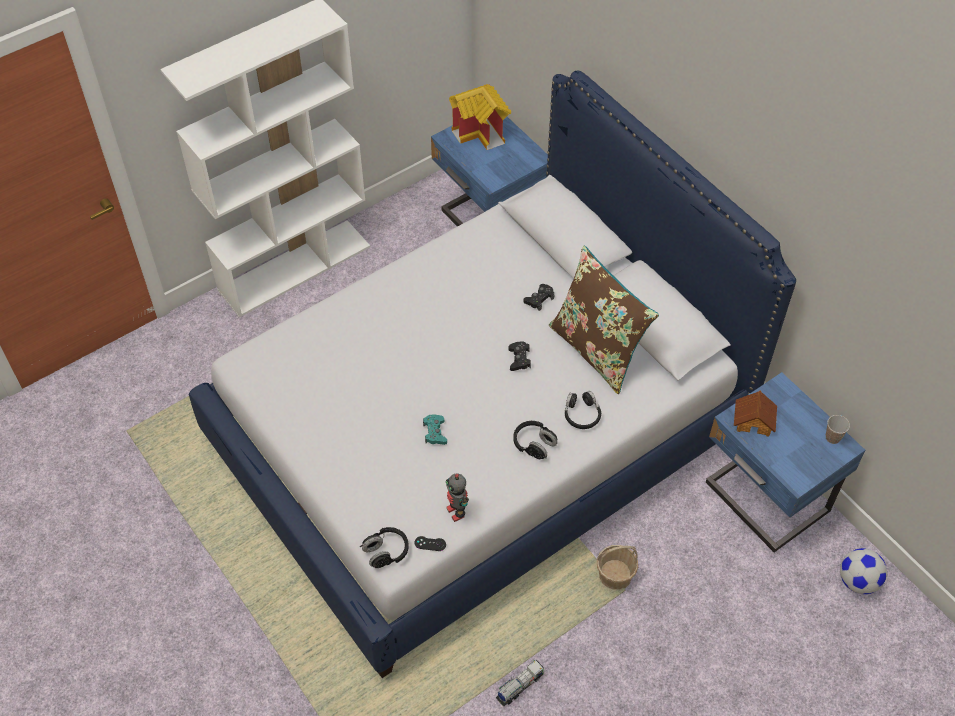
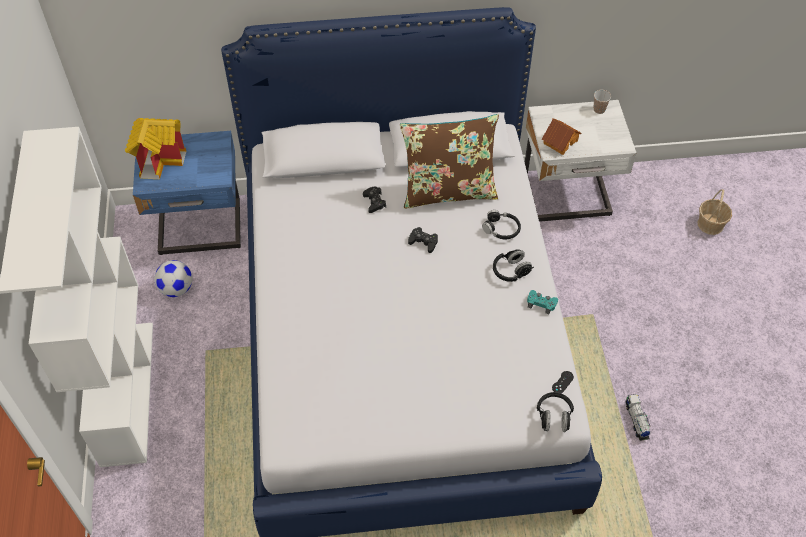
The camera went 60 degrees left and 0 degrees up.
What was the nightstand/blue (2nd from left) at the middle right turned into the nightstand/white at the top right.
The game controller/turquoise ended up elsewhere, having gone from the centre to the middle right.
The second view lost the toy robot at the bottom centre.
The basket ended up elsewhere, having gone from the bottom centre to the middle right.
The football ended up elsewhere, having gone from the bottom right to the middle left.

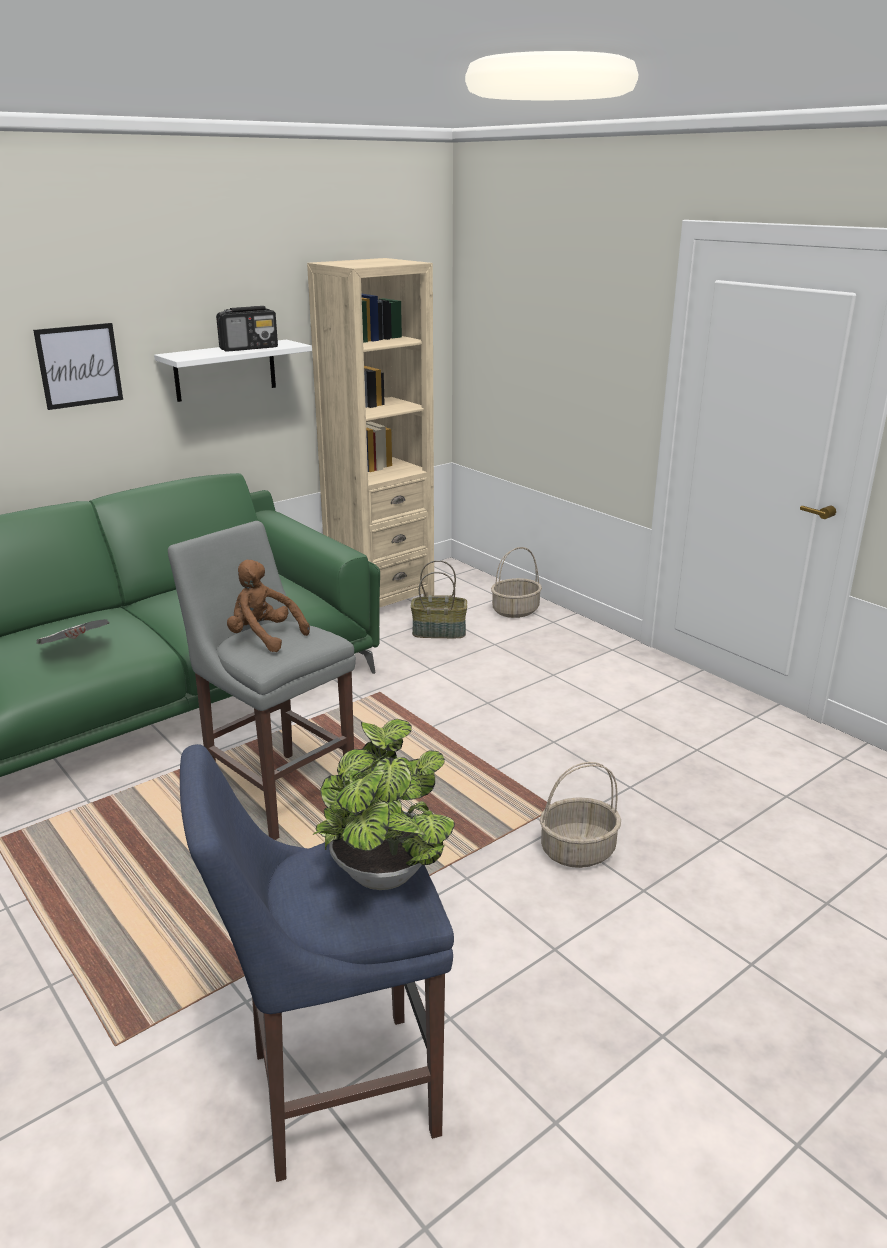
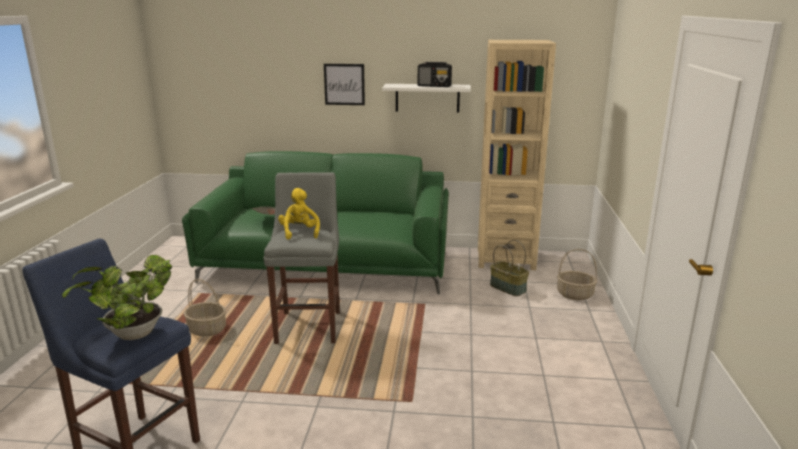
The camera went 45 degrees right and 5 degrees down.
What was the plush toy/brown at the middle left turned into the plush toy/yellow at the centre.
The basket (3rd from left in the first image) ended up elsewhere, having gone from the centre to the bottom left.

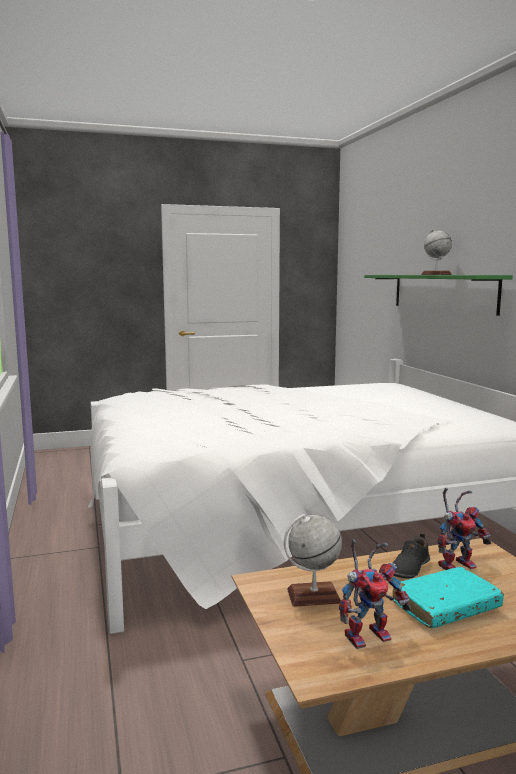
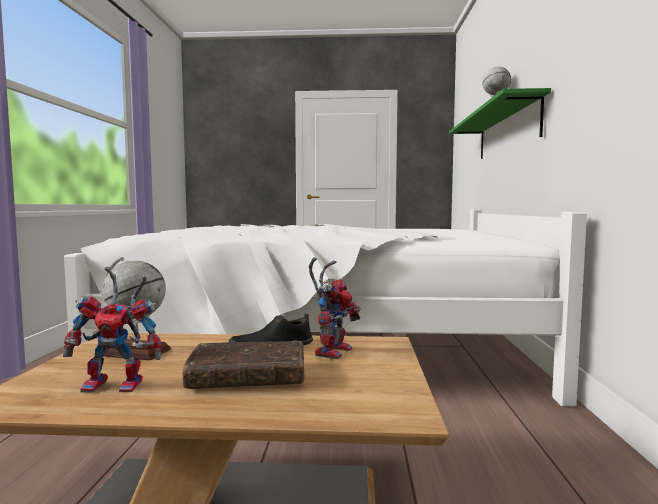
The camera went 20 degrees right and 5 degrees down.
The toy robot (2nd from left) at the bottom right ended up facing another way, 60 degrees counterclockwise from before.
What was the book/turquoise at the bottom right turned into the book/brown at the bottom centre.

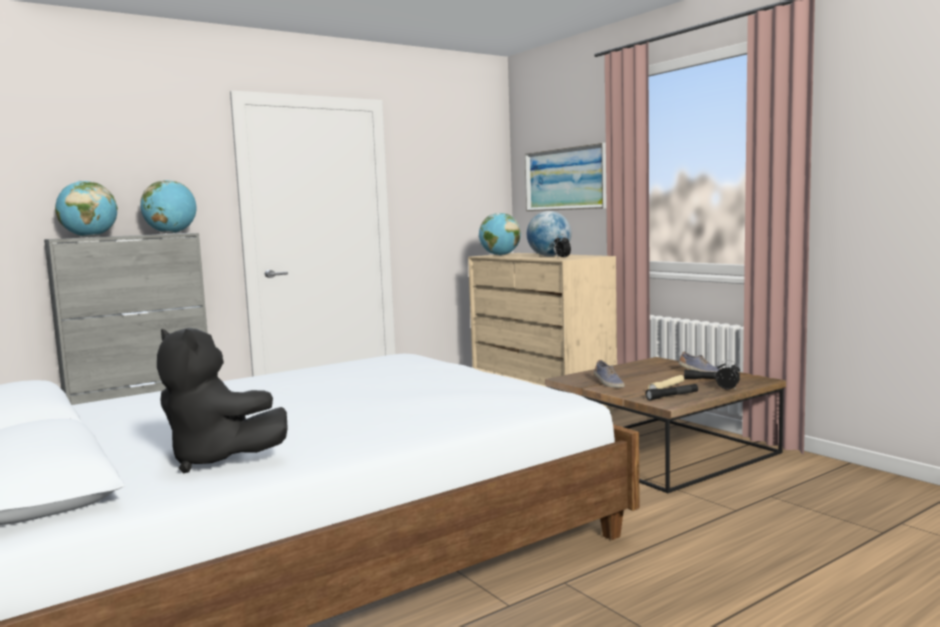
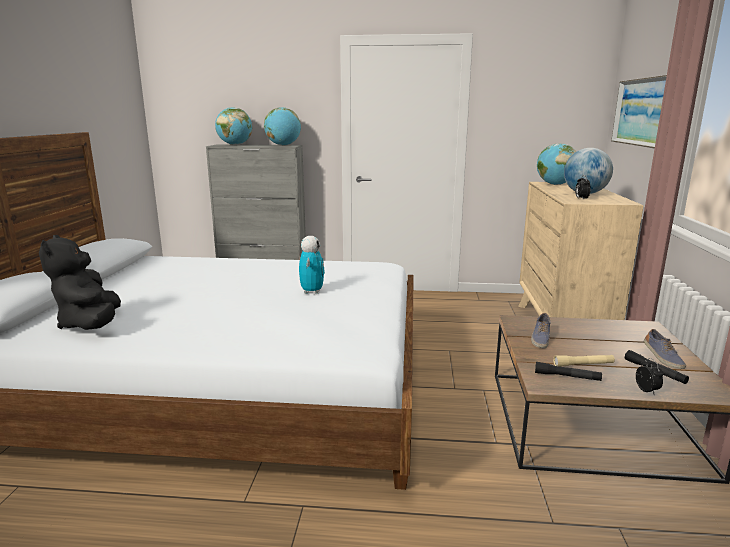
The camera went 40 degrees right and 10 degrees up.
The second view gained the toy robot at the centre.

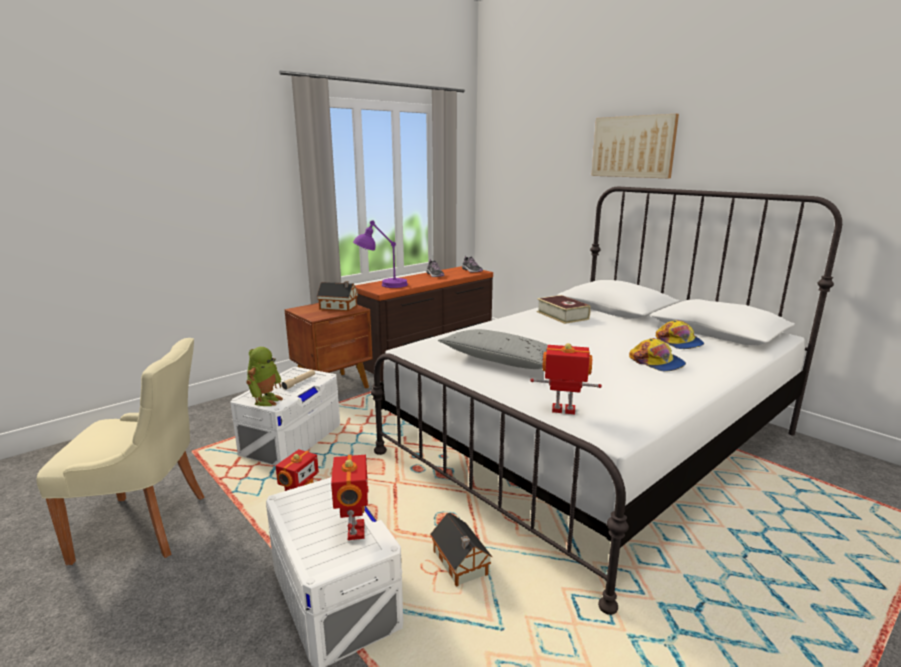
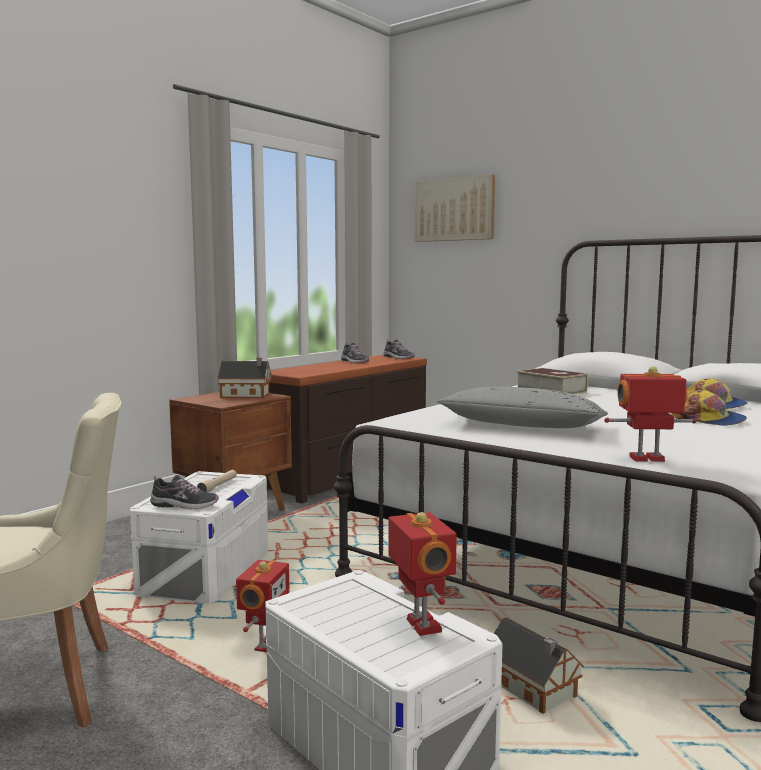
The camera went 10 degrees left and 10 degrees down.
The picture ended up elsewhere, having gone from the top right to the top centre.
The second view lost the table lamp/purple at the centre.
Where the toy robot (1st from left) stood at the middle left, the shoe (1st from left) came to stand at the middle left.

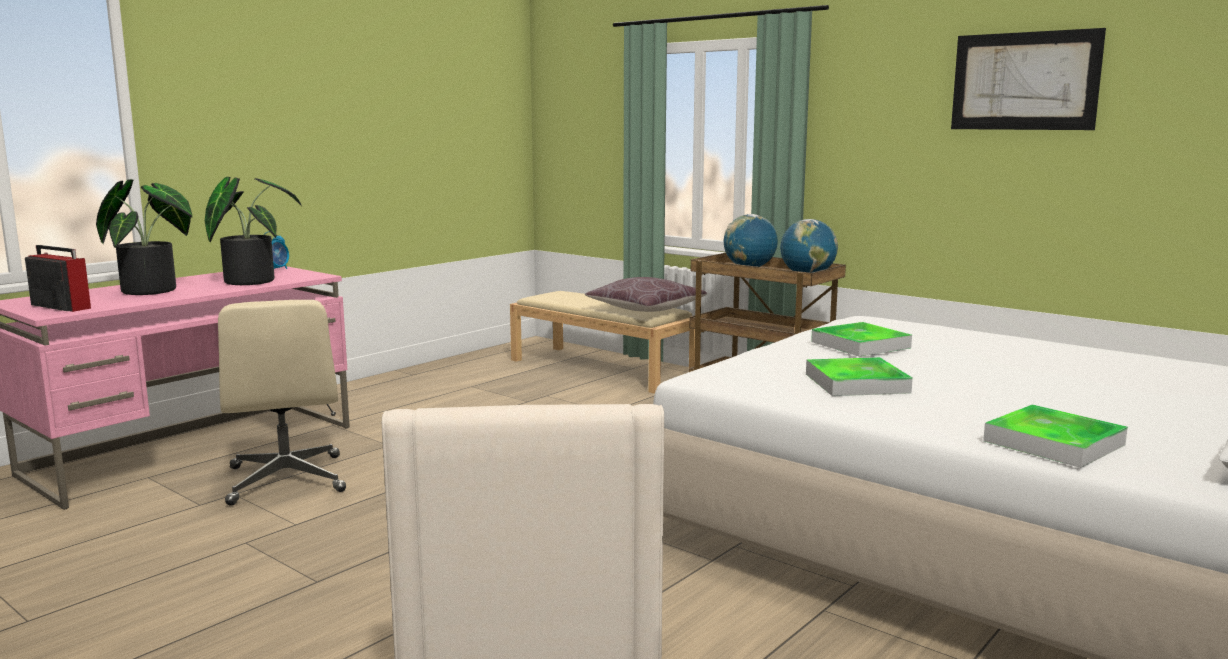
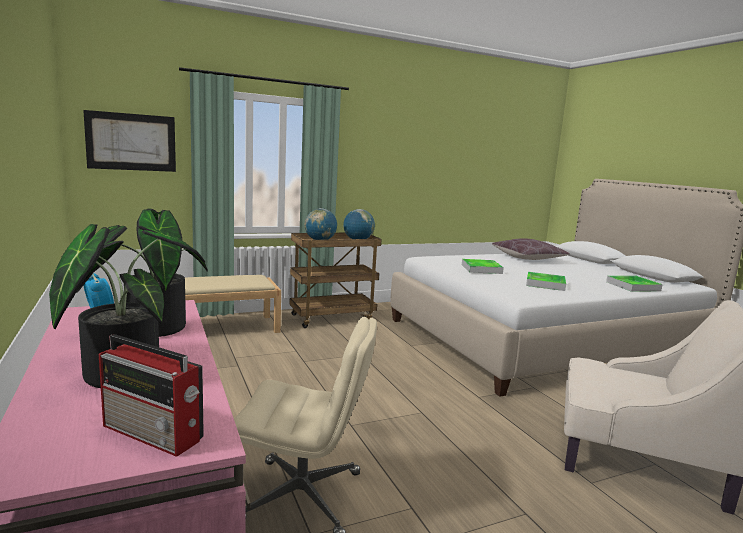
The camera went 65 degrees left and 0 degrees up.
The picture ended up elsewhere, having gone from the top right to the top left.
The radio at the middle left ended up facing another way, 120 degrees counterclockwise from before.
The pillow/brown ended up elsewhere, having gone from the centre to the middle right.

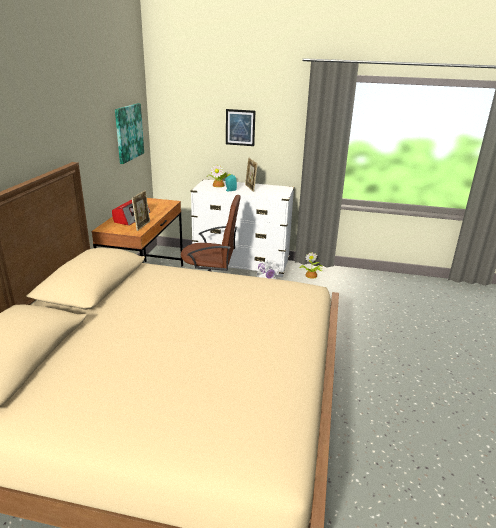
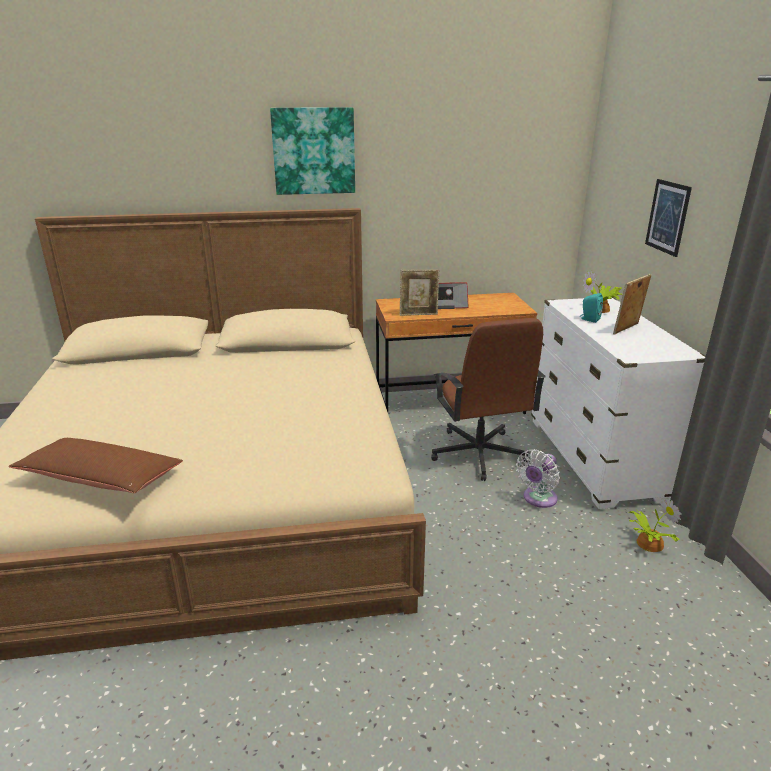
The camera went 70 degrees right and 0 degrees up.
The picture (1st from left) ended up elsewhere, having gone from the top left to the top centre.
The second view gained the pillow/brown at the middle left.

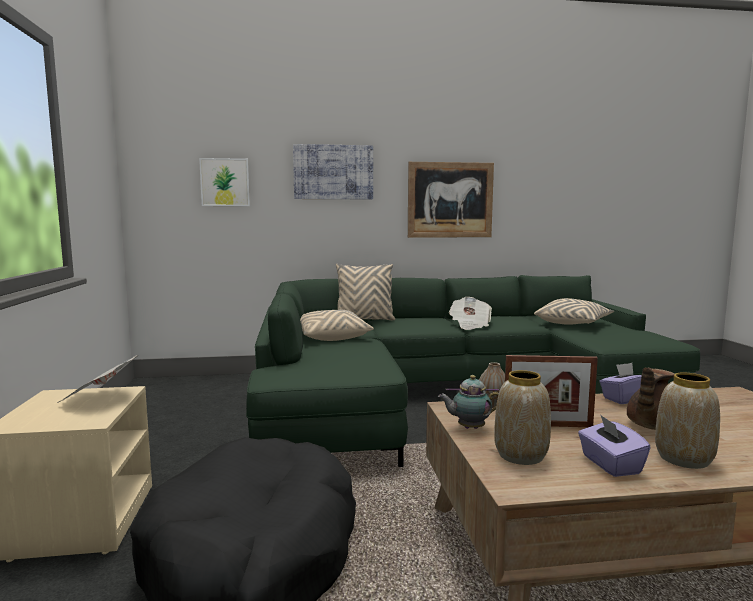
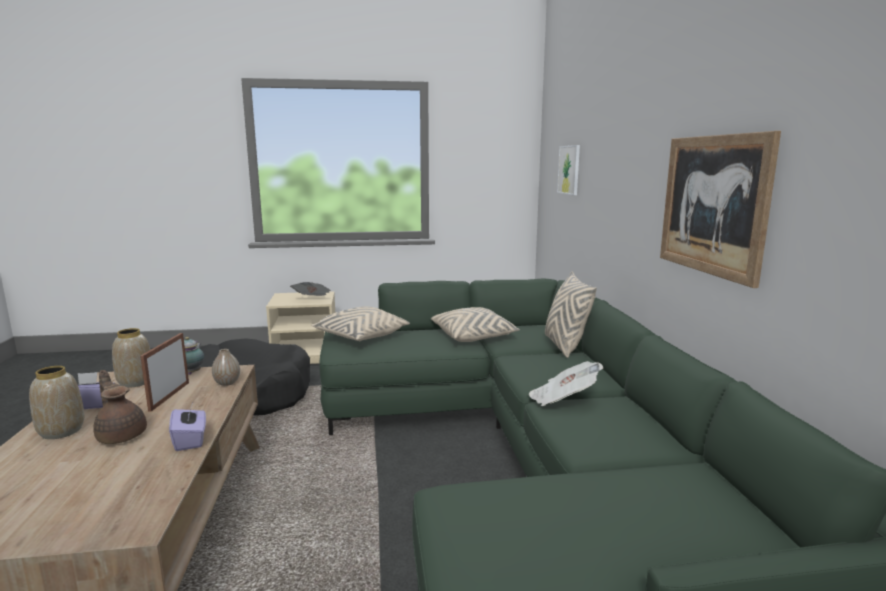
The camera went 90 degrees right and 5 degrees up.
The second view lost the picture (2nd from left) at the top centre.
The pillow/beige (3rd from left in the first image) ended up elsewhere, having gone from the middle right to the centre.

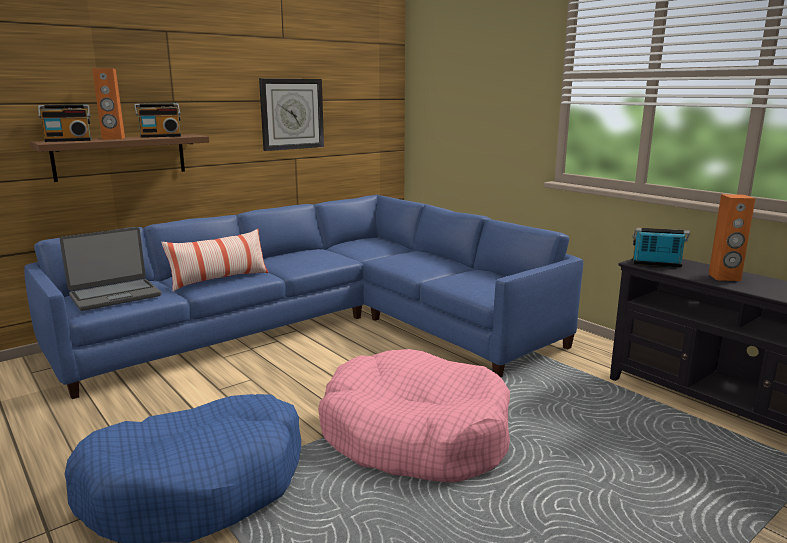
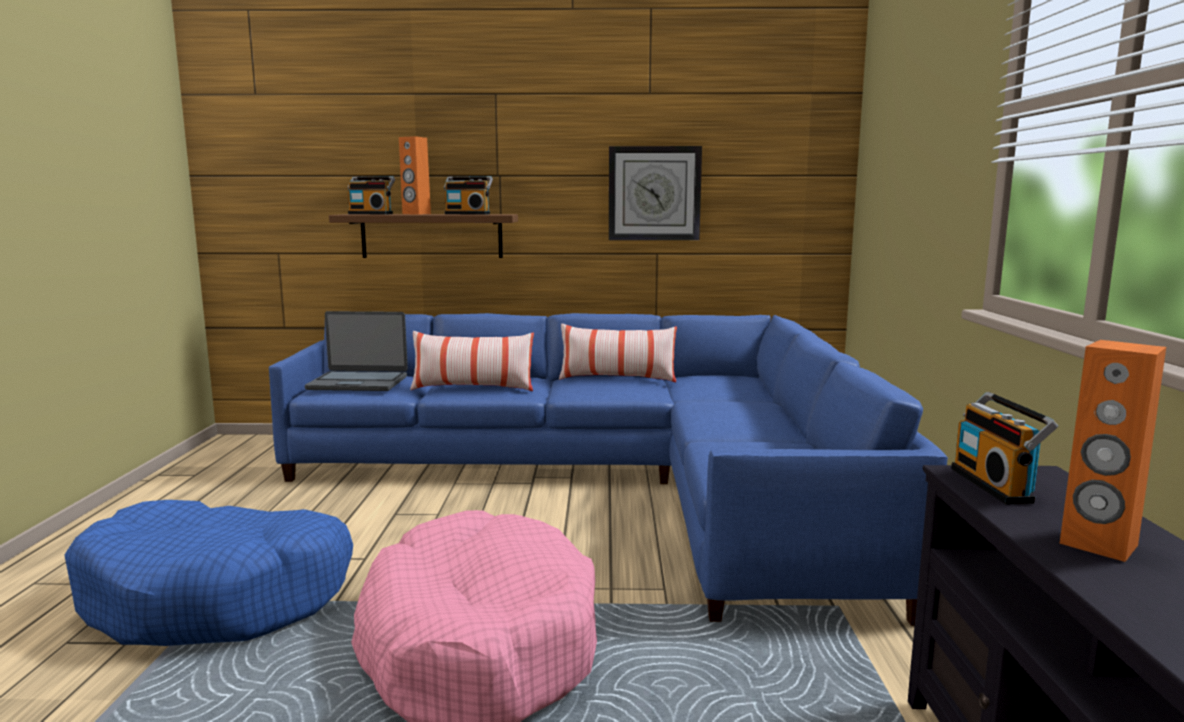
The camera went 40 degrees right and 5 degrees down.
The radio (3rd from left) at the middle right ended up facing another way, 150 degrees counterclockwise from before.
The second view gained the pillow (2nd from left) at the centre.

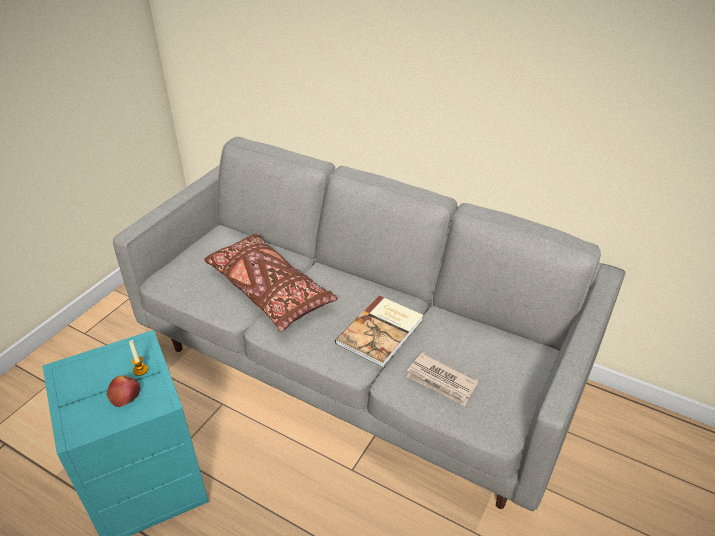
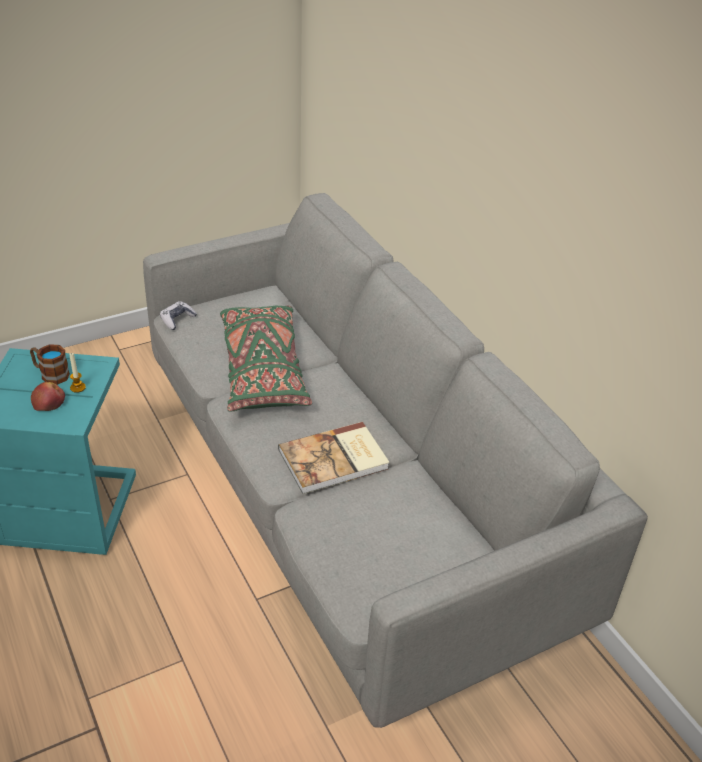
The camera went 30 degrees right and 0 degrees up.
What was the pillow/brown at the centre turned into the pillow/green at the centre.
The second view lost the newspaper at the bottom centre.
The second view gained the game controller at the middle left.
The second view gained the mug at the middle left.

